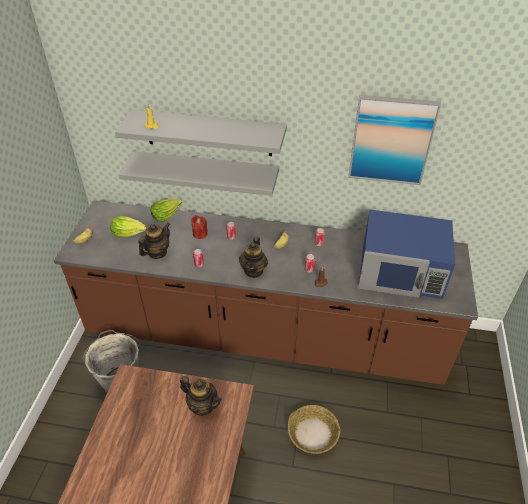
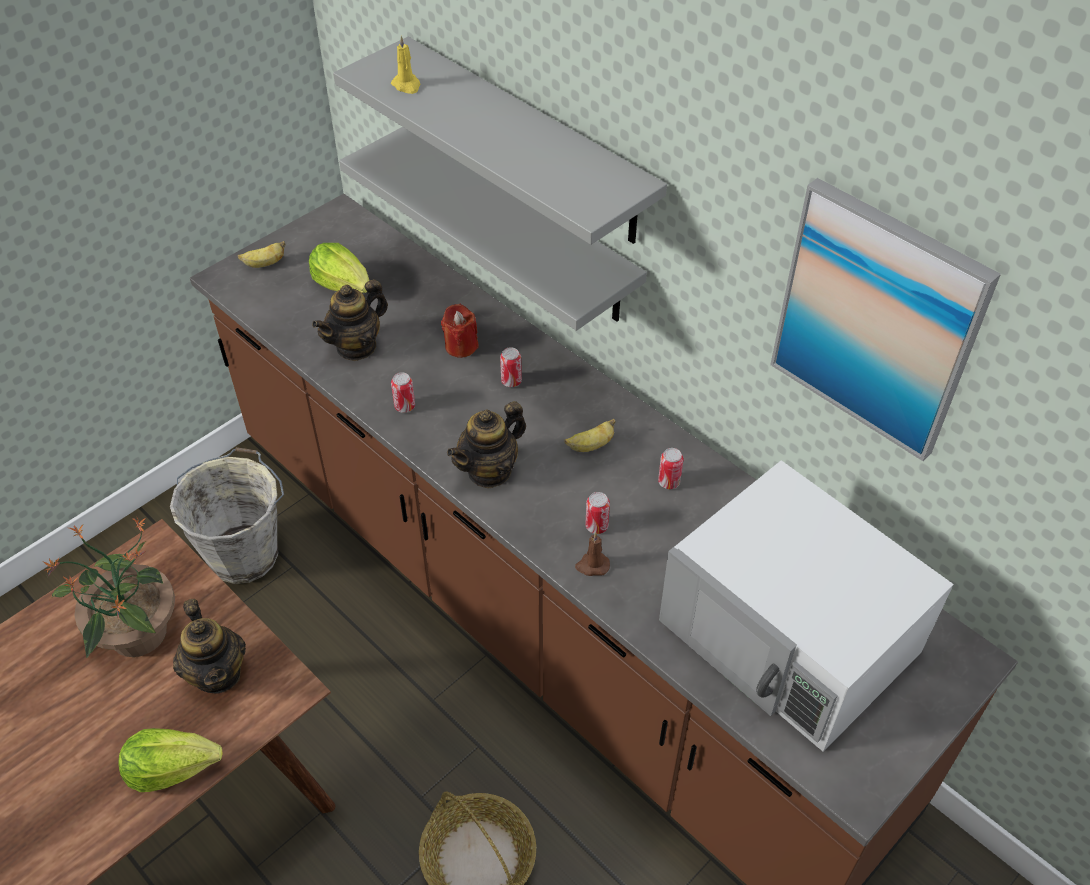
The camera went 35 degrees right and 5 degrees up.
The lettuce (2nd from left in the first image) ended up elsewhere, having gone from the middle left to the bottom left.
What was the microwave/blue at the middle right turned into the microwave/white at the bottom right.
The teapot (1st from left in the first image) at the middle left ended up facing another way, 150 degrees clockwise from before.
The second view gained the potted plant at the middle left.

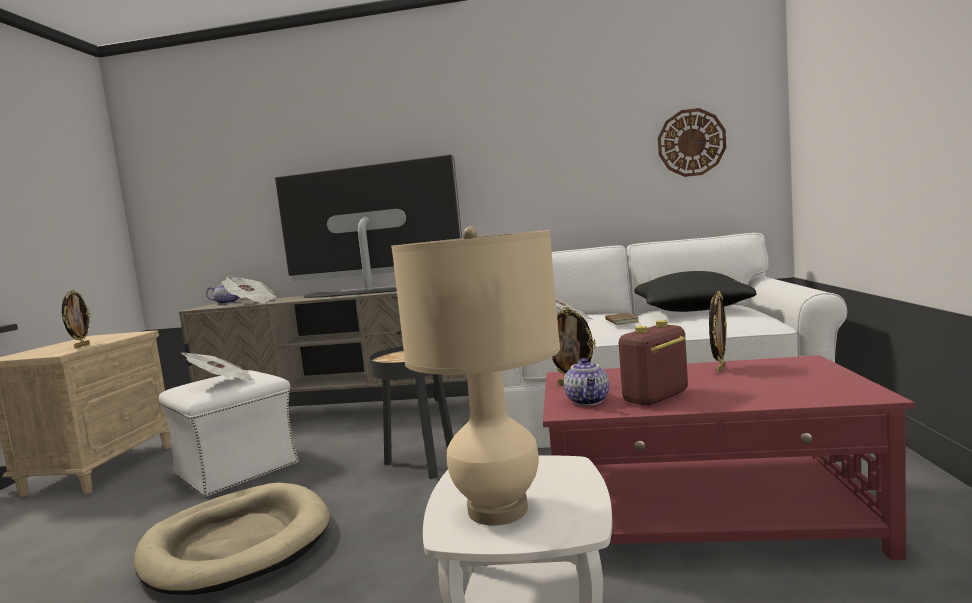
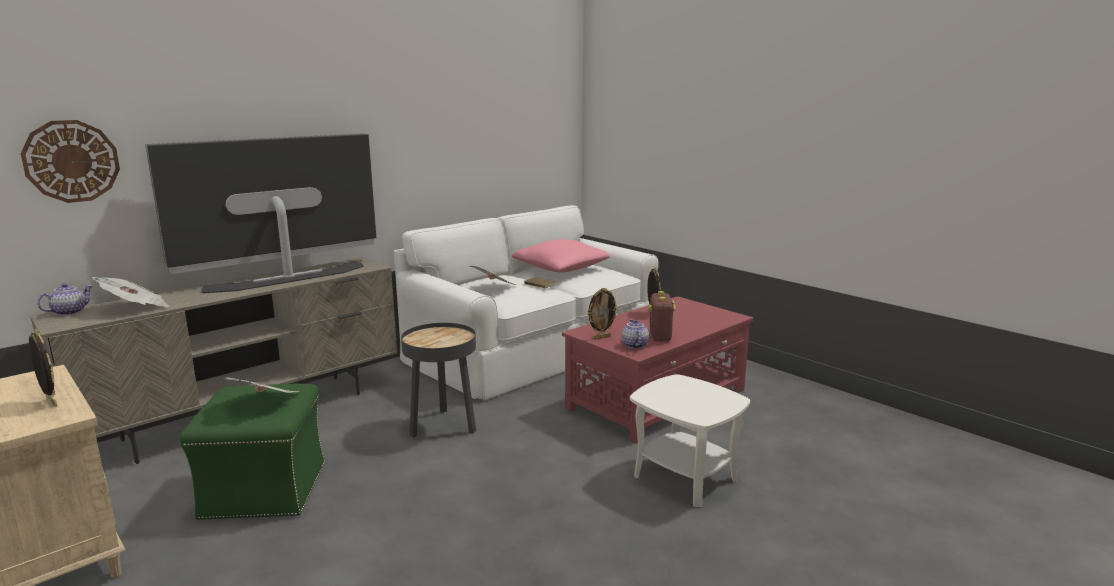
The camera went 50 degrees left and 10 degrees up.
The wall clock ended up elsewhere, having gone from the top right to the top left.
The second view lost the table lamp/beige at the centre.
What was the pillow/black at the middle right turned into the pillow/pink at the centre.
The teapot (2nd from left) at the centre ended up facing another way, 135 degrees counterclockwise from before.
What was the ottoman/white at the bottom left turned into the ottoman/green at the bottom left.
The second view lost the dog bed/beige at the bottom left.

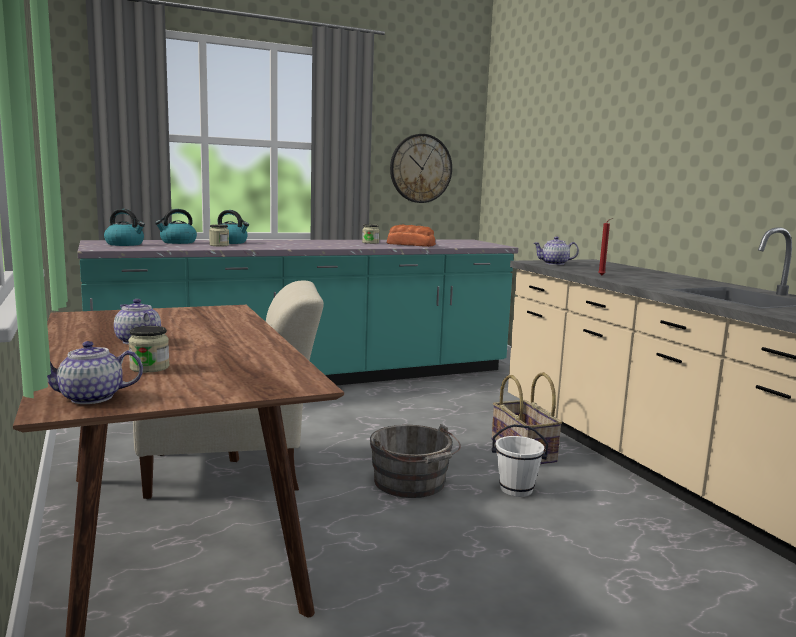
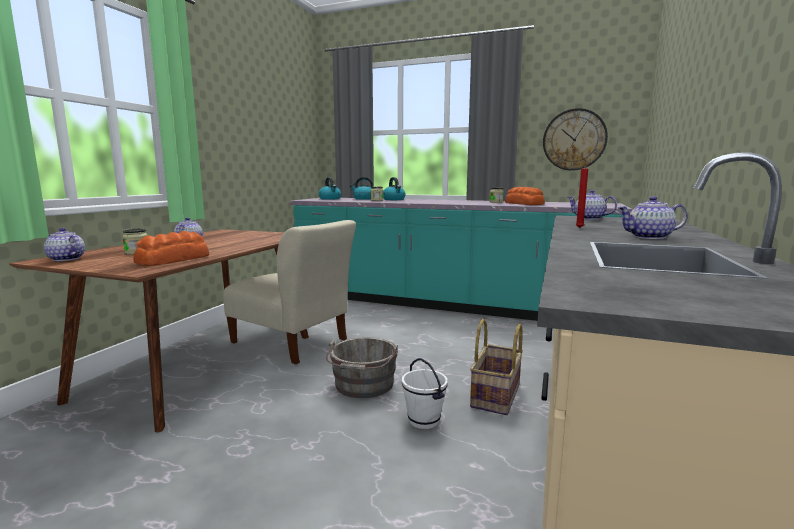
The camera went 45 degrees right and 0 degrees up.
The second view gained the teapot (4th from left) at the middle right.
The second view gained the bread (1st from left) at the middle left.

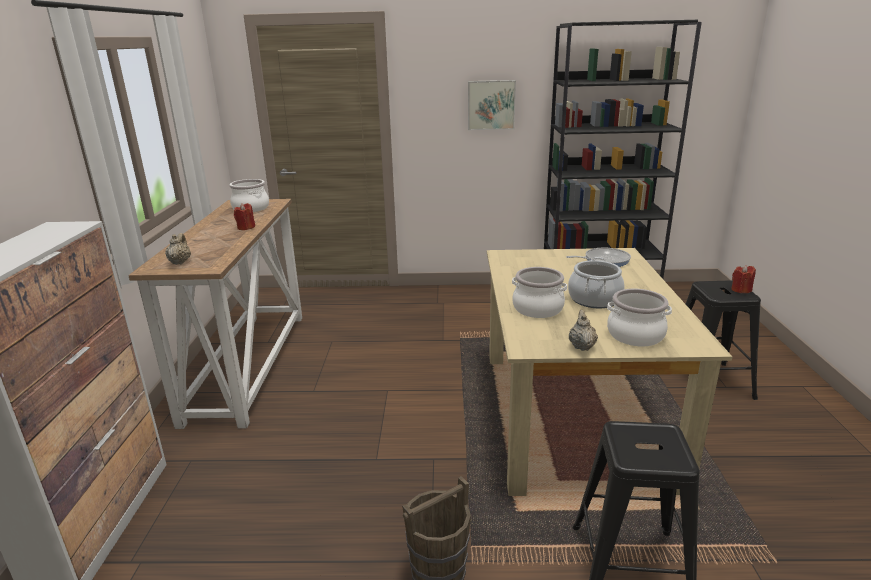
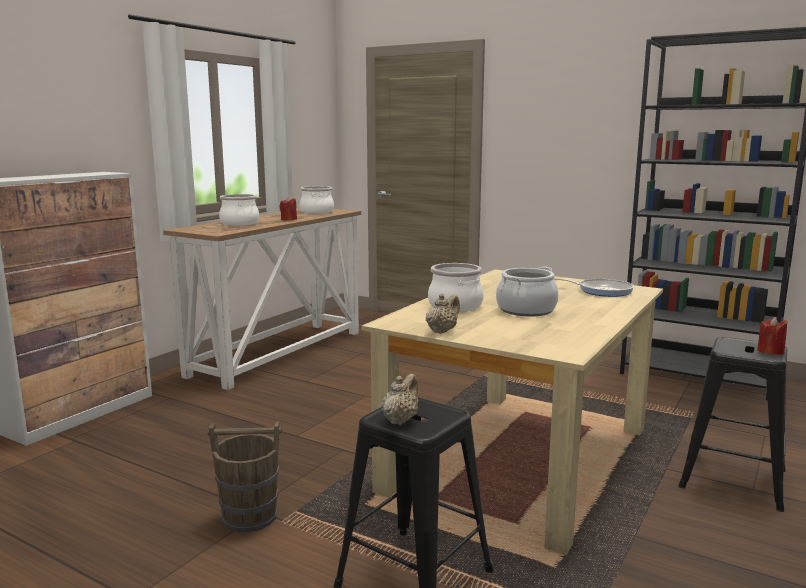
The camera went 30 degrees right and 10 degrees down.
The second view lost the picture at the top centre.
The teapot/beige (1st from left) ended up elsewhere, having gone from the middle left to the bottom centre.
The cooking pot (4th from left in the first image) ended up elsewhere, having gone from the middle right to the middle left.

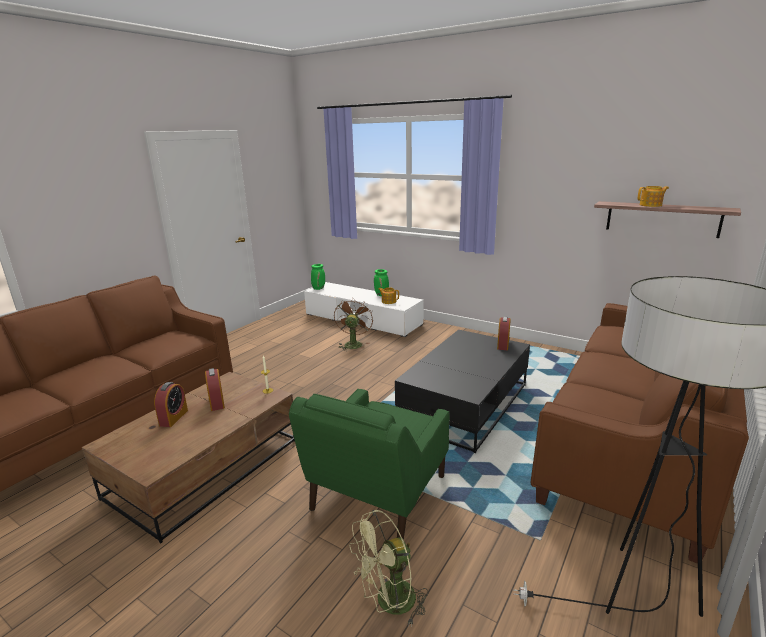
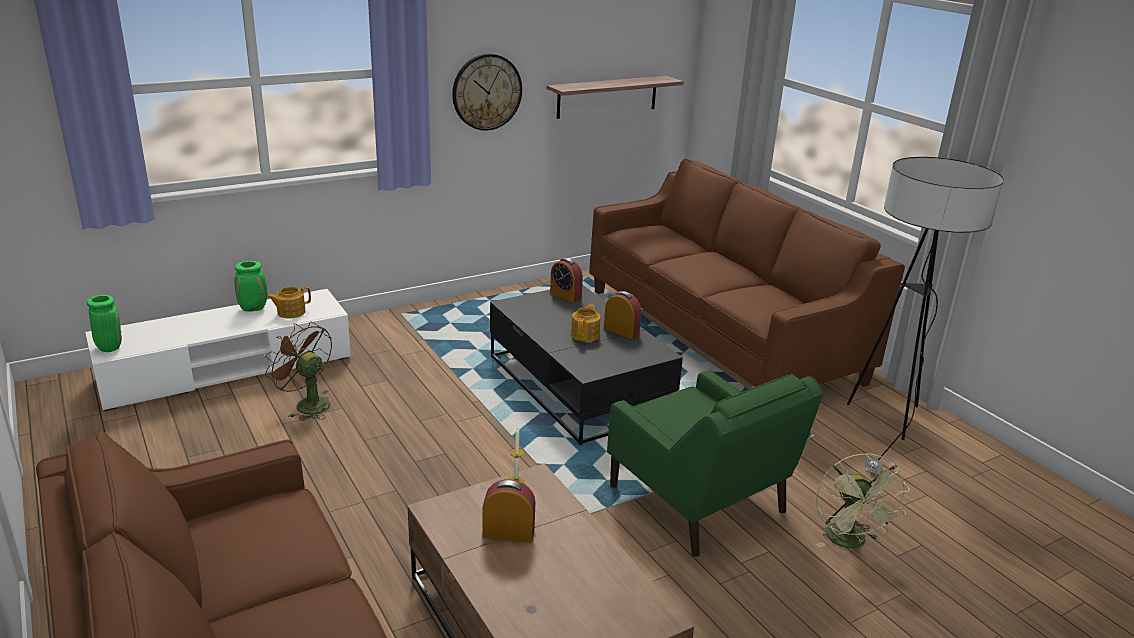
The camera went 65 degrees left and 5 degrees up.
The teapot (2nd from left) ended up elsewhere, having gone from the top right to the centre.
The alarm clock (1st from left in the first image) ended up elsewhere, having gone from the middle left to the centre.
The second view gained the wall clock at the top centre.

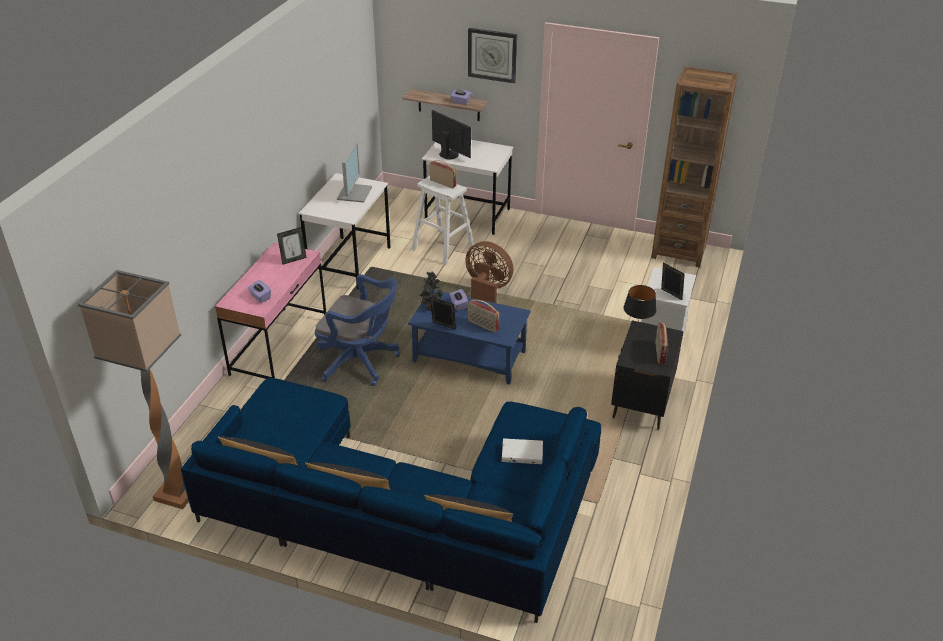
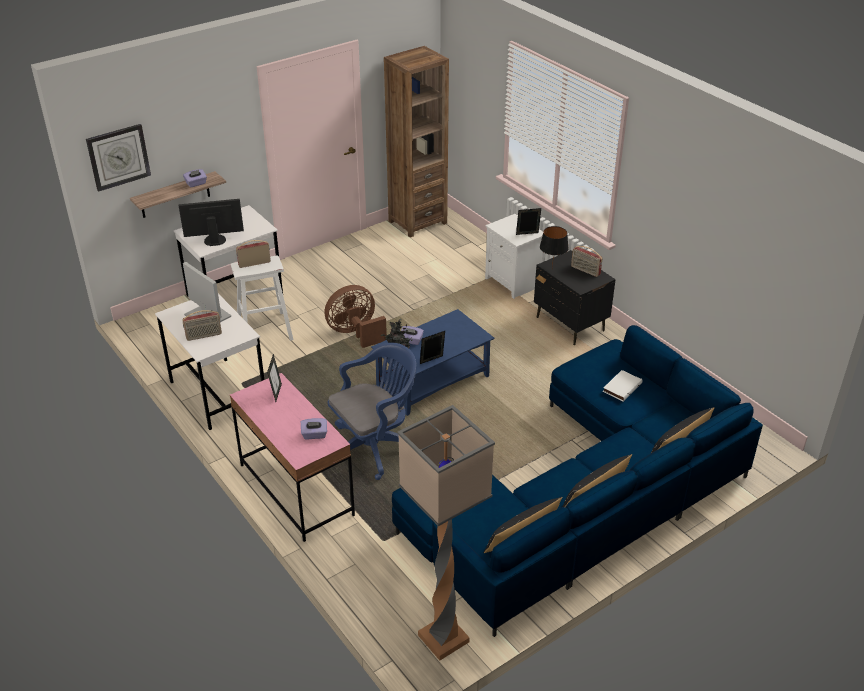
The camera went 55 degrees left and 0 degrees up.
The wall clock ended up elsewhere, having gone from the top centre to the top left.
The radio (2nd from left in the first image) ended up elsewhere, having gone from the centre to the middle left.

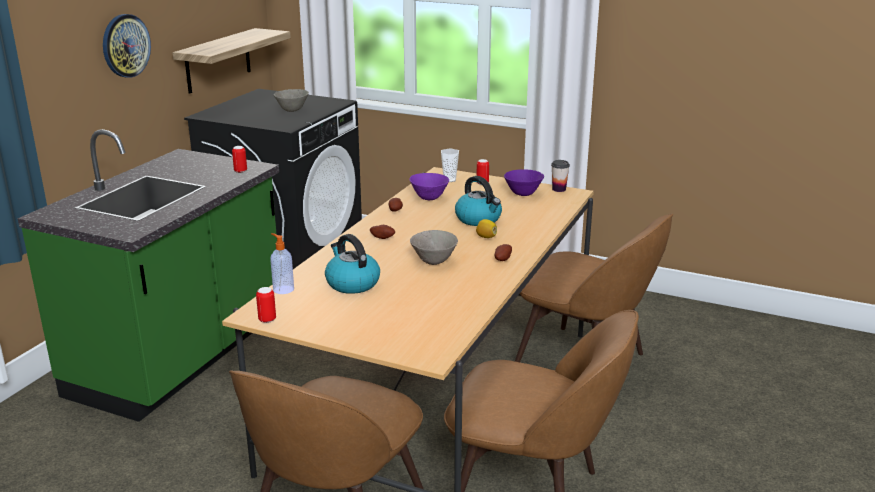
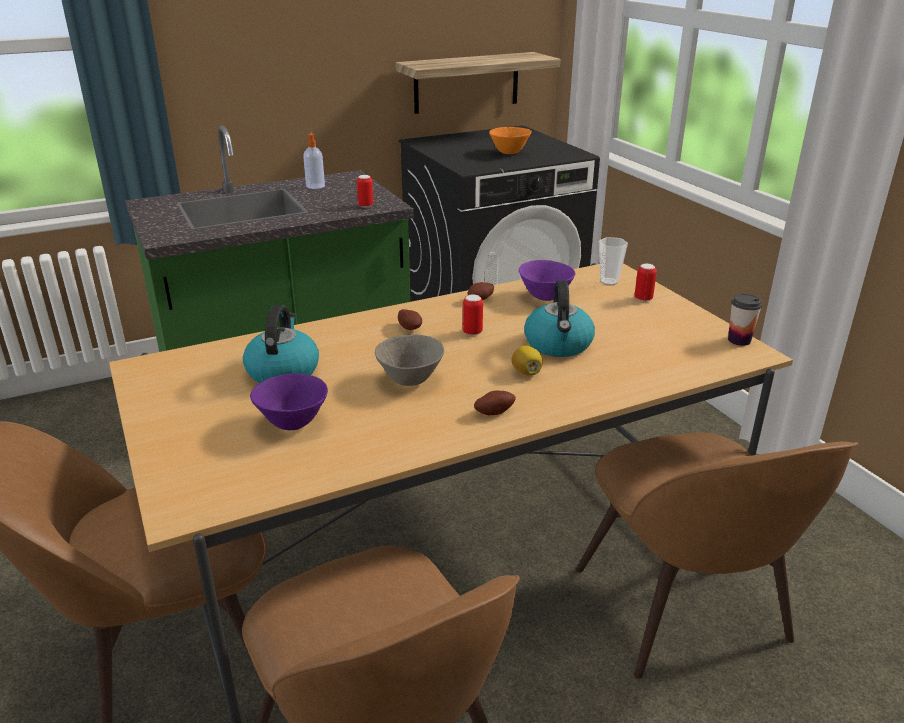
The camera went 40 degrees right and 5 degrees up.
The second view lost the wall clock at the top left.
What was the bowl/grey (1st from left) at the top left turned into the bowl/orange at the top centre.
The bowl/purple (2nd from left in the first image) ended up elsewhere, having gone from the centre to the middle left.
The soap dispenser ended up elsewhere, having gone from the middle left to the top centre.
The can (2nd from left) ended up elsewhere, having gone from the middle left to the centre.

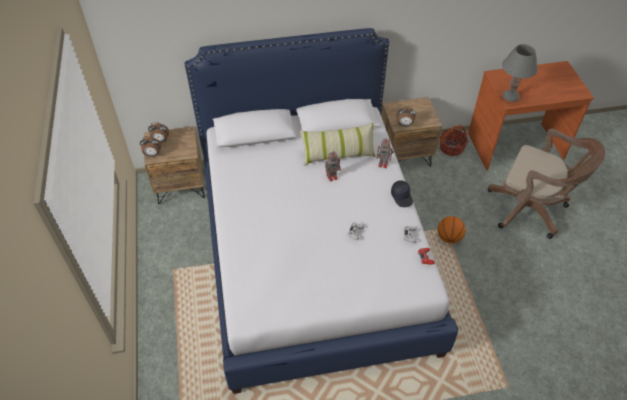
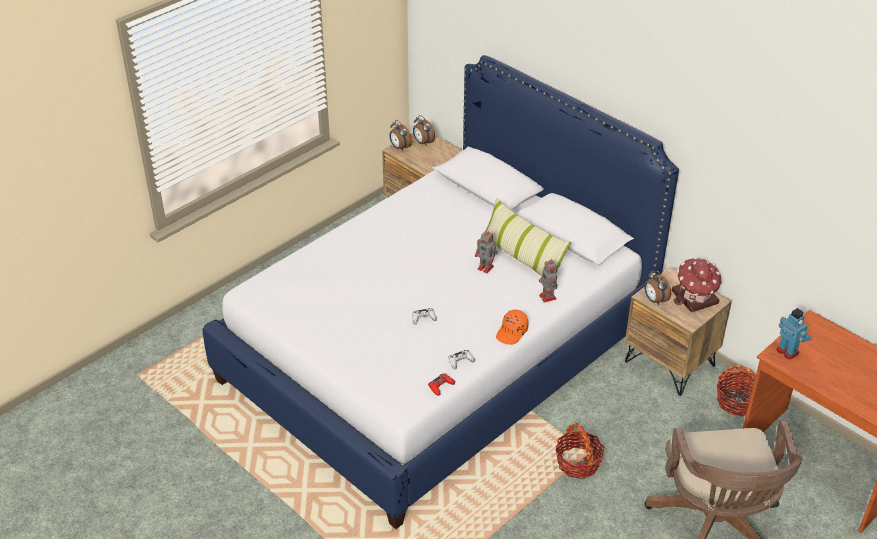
The camera went 55 degrees right and 10 degrees down.
Where the table lamp/grey stood at the top right, the toy robot (3rd from left) came to stand at the middle right.
What was the cap/black at the centre turned into the cap/orange at the centre.
Where the basketball stood at the middle right, the basket (1st from left) came to stand at the bottom centre.
The second view gained the toy house at the middle right.

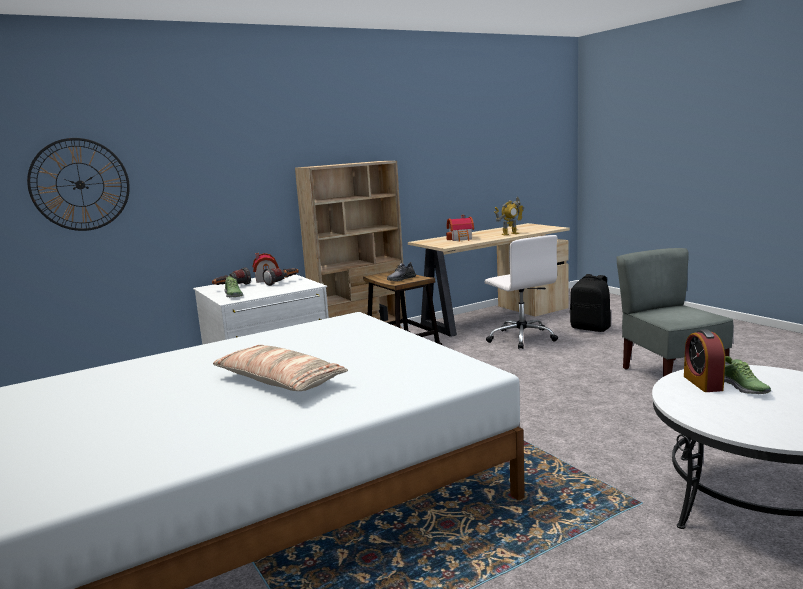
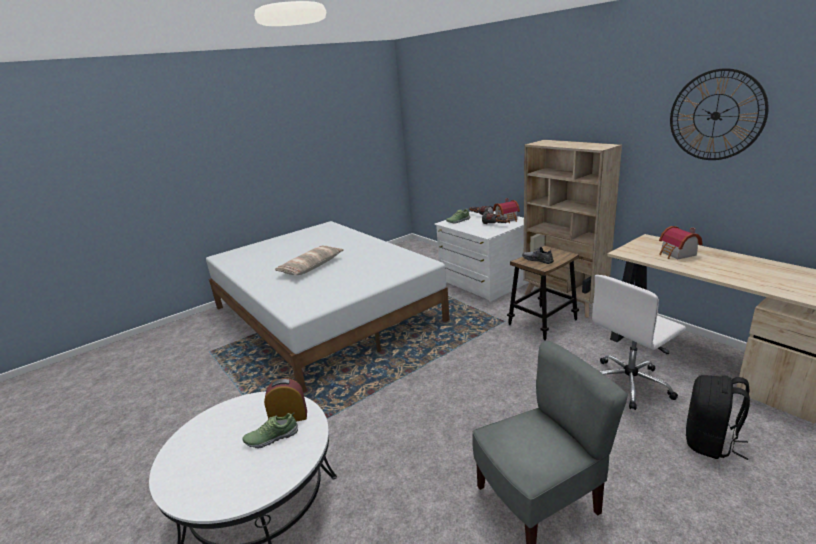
The camera went 85 degrees right and 10 degrees up.
The wall clock ended up elsewhere, having gone from the top left to the top right.
The second view lost the toy robot at the centre.

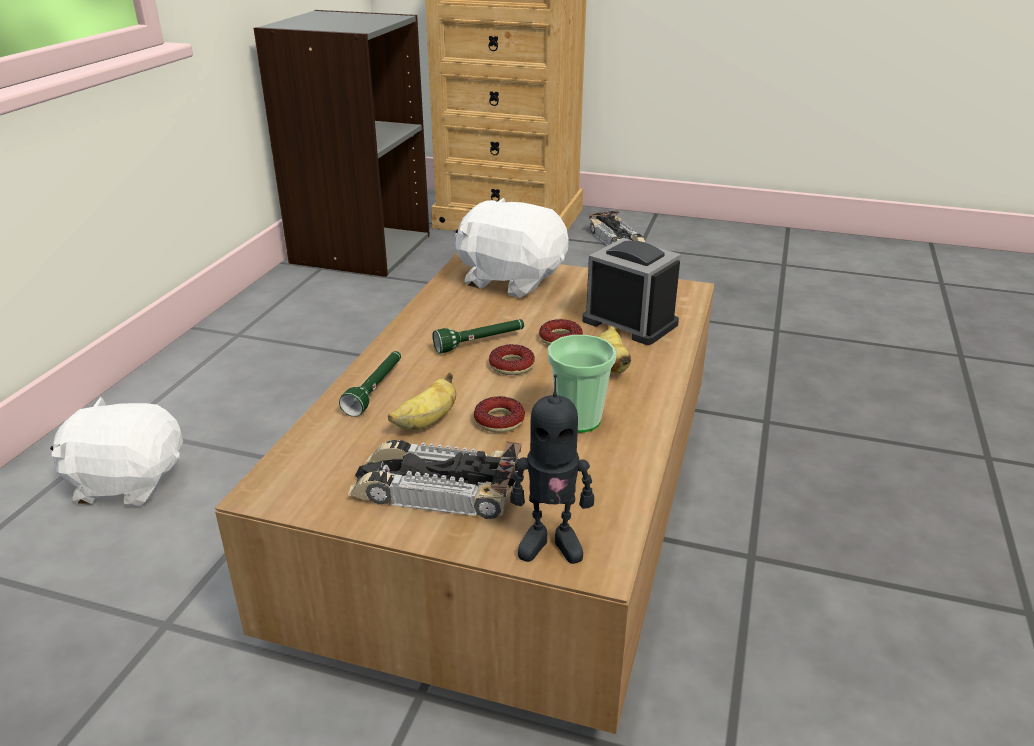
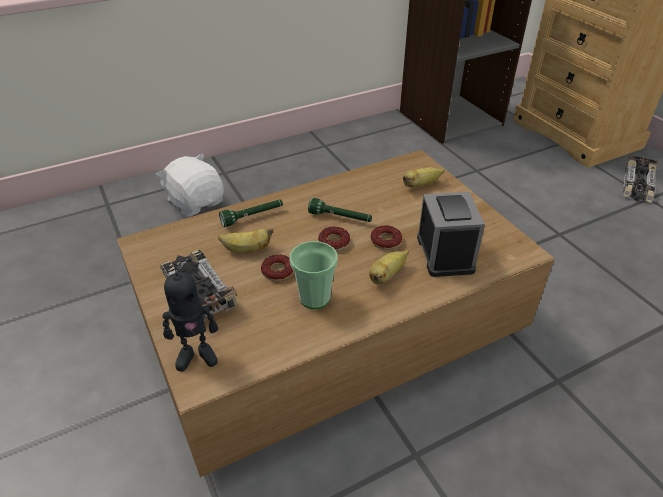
The camera went 45 degrees right and 10 degrees up.
Where the plush toy/white (2nd from left) stood at the top centre, the banana (3rd from left) came to stand at the centre.
The toy robot at the centre ended up facing another way, 60 degrees counterclockwise from before.

